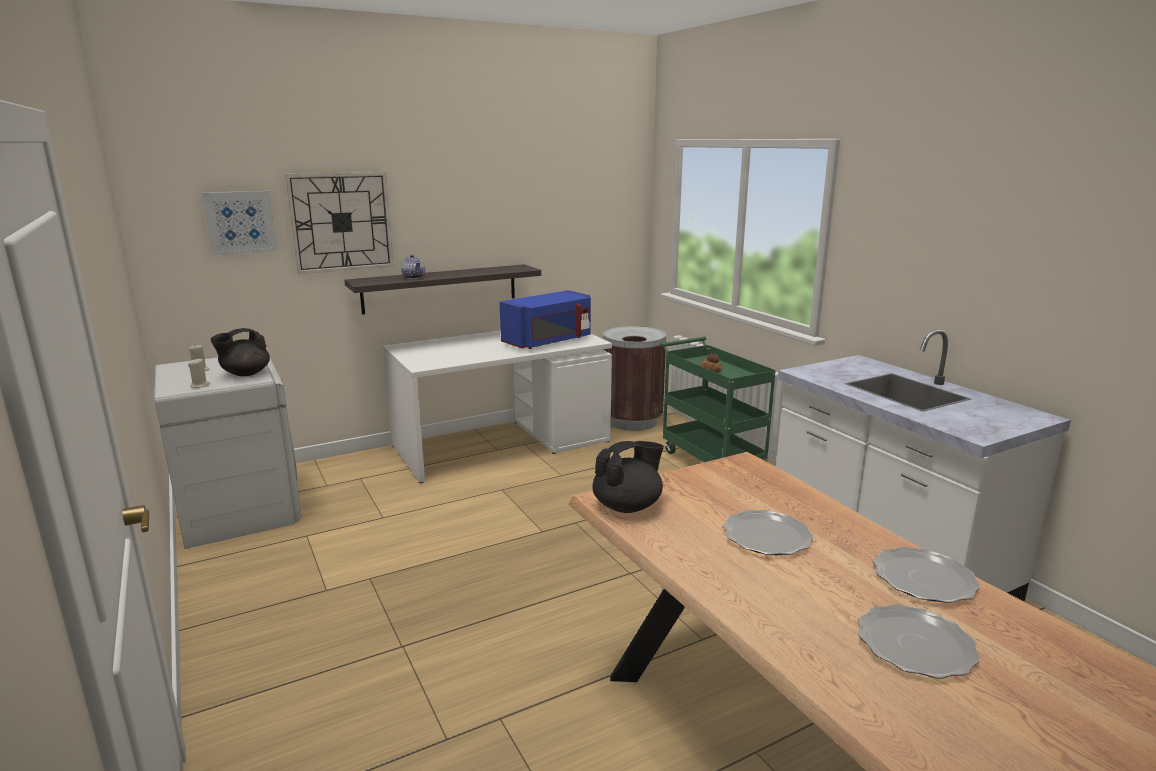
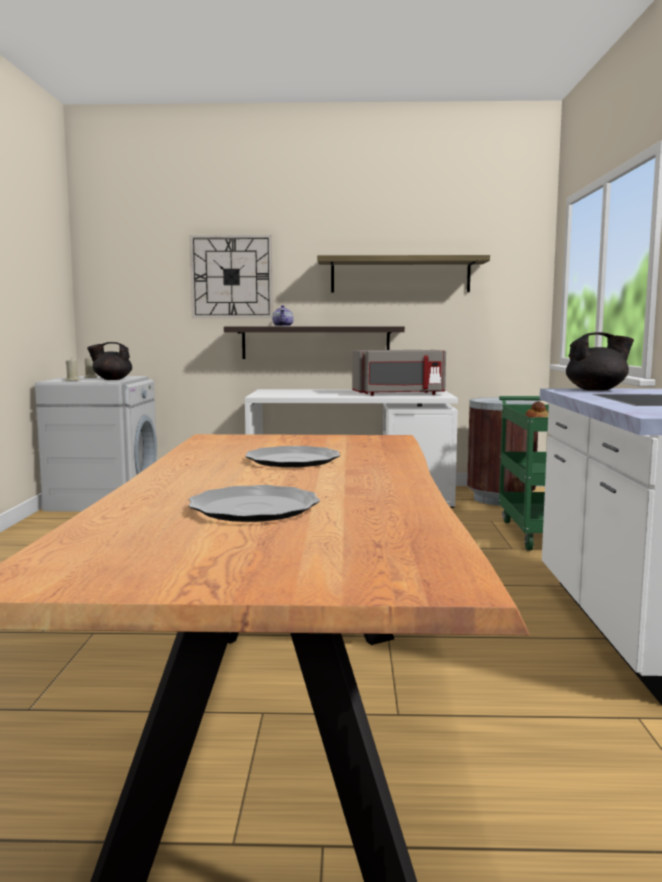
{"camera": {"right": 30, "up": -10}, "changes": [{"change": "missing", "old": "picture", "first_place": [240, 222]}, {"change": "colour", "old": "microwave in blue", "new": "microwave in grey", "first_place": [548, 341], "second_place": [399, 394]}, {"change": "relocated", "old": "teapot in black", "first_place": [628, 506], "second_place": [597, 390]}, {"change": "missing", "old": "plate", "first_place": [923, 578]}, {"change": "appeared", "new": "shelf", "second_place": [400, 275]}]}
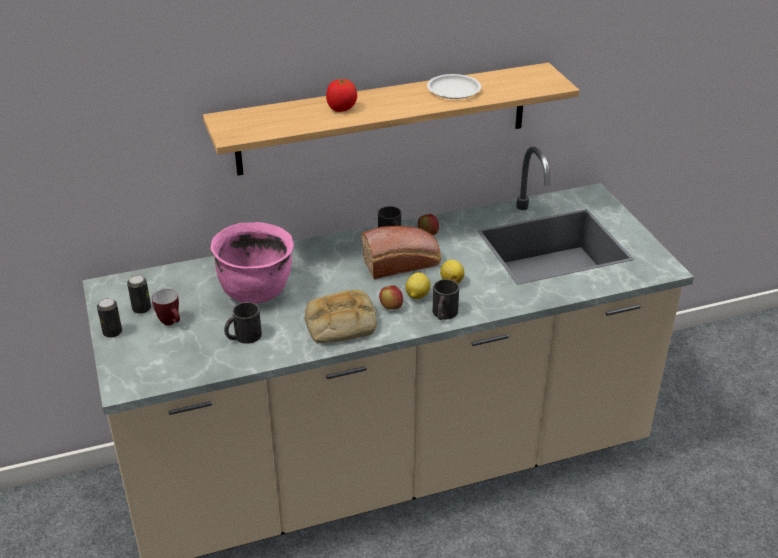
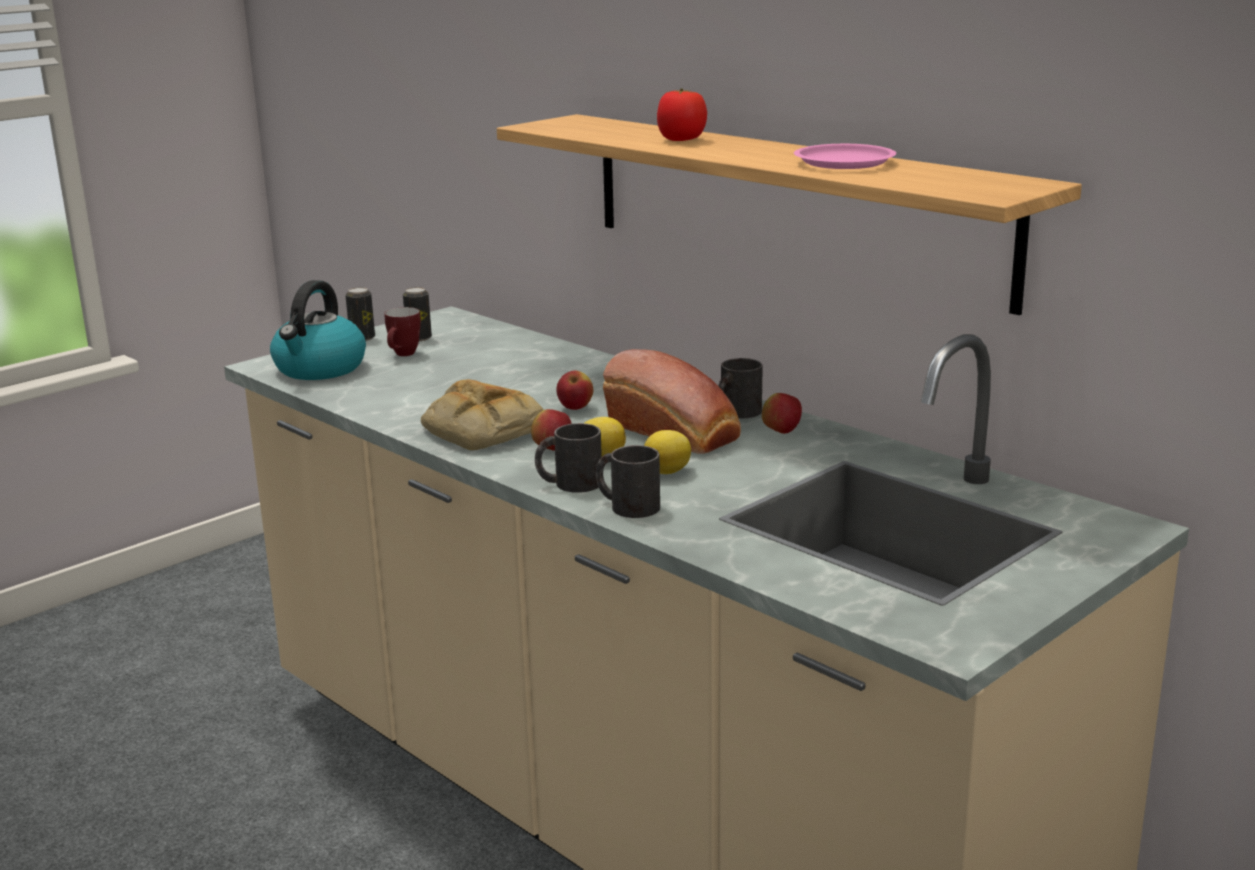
{"camera": {"right": 65, "up": -15}, "changes": [{"change": "colour", "old": "plate in white", "new": "plate in pink", "first_place": [453, 90], "second_place": [843, 163]}, {"change": "missing", "old": "cooking pot in pink", "first_place": [256, 291]}, {"change": "relocated", "old": "mug in black", "first_place": [243, 337], "second_place": [626, 505]}, {"change": "appeared", "new": "kettle", "second_place": [320, 369]}, {"change": "appeared", "new": "apple", "second_place": [575, 408]}]}
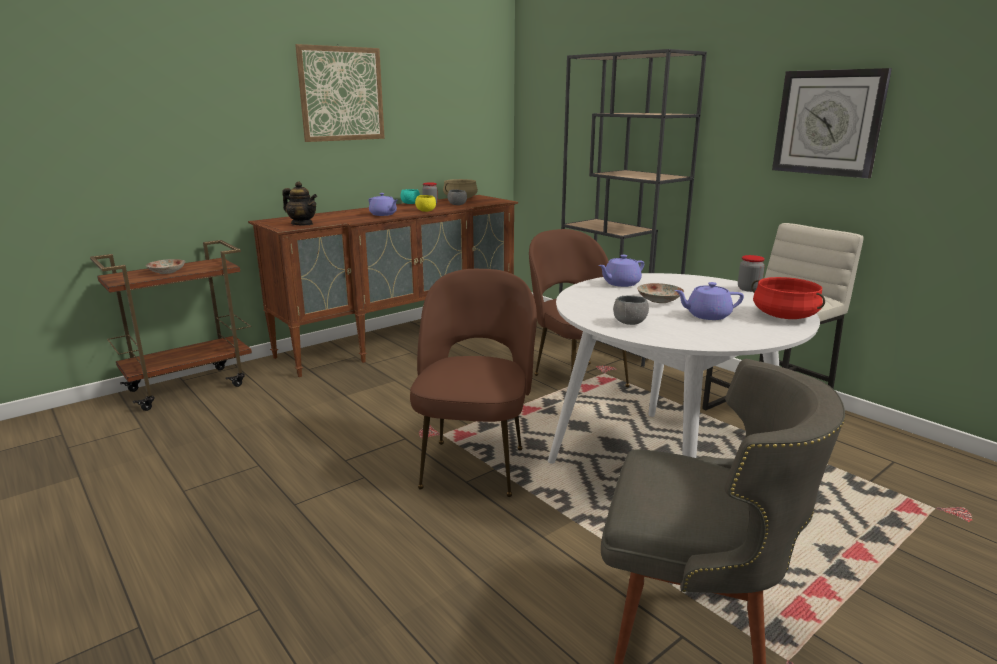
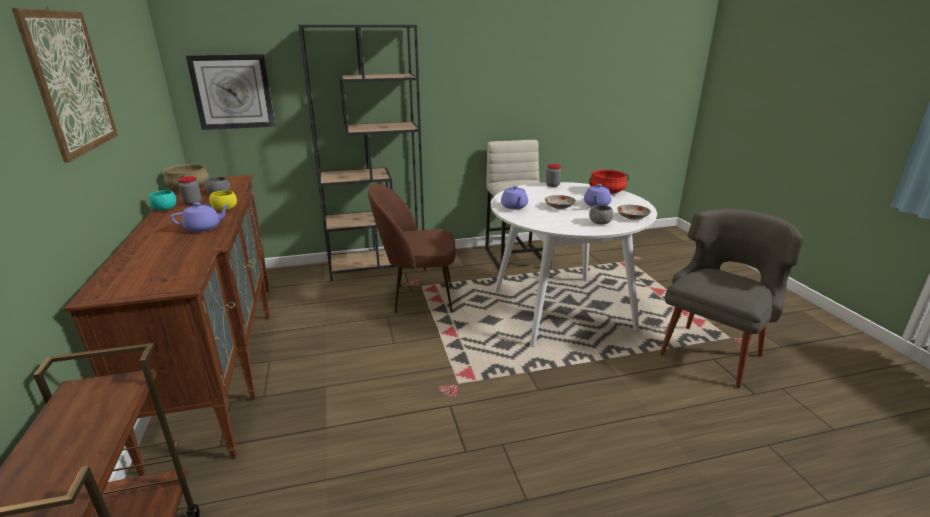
{"camera": {"right": -65, "up": 5}, "changes": [{"change": "relocated", "old": "wall clock", "first_place": [828, 123], "second_place": [232, 92]}, {"change": "missing", "old": "teapot", "first_place": [302, 224]}, {"change": "relocated", "old": "plate", "first_place": [167, 272], "second_place": [632, 217]}, {"change": "missing", "old": "chair in brown", "first_place": [475, 462]}]}
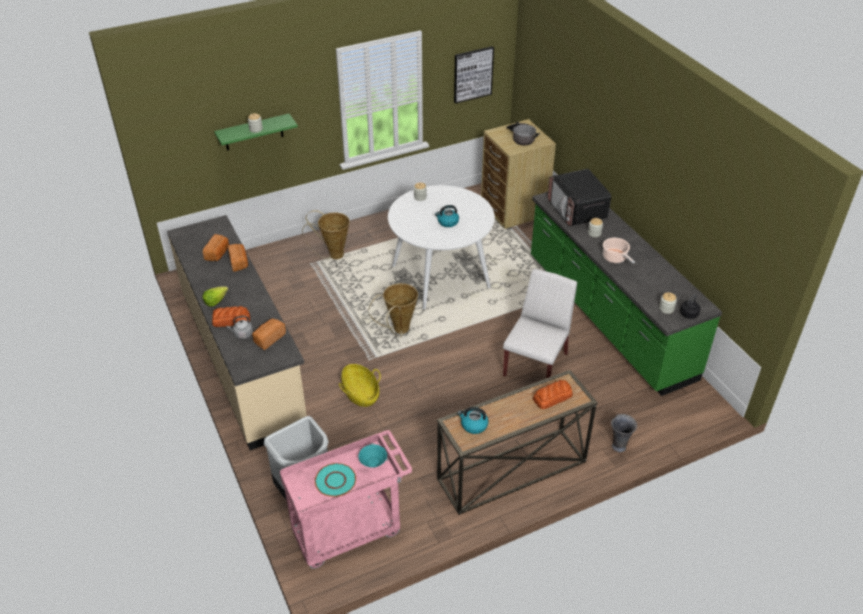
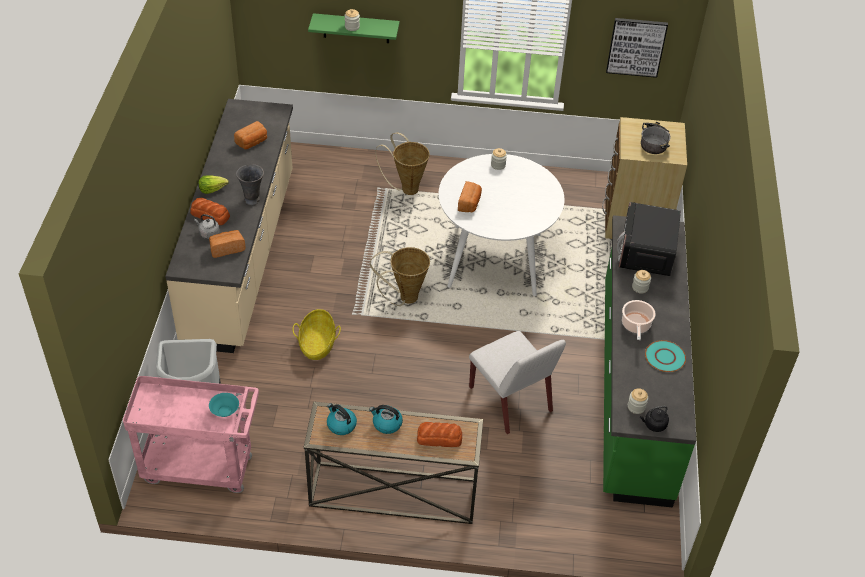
{"camera": {"right": 30, "up": 5}, "changes": [{"change": "relocated", "old": "kettle", "first_place": [447, 222], "second_place": [386, 424]}, {"change": "relocated", "old": "bread", "first_place": [239, 262], "second_place": [469, 203]}, {"change": "spun", "old": "chair in white", "first_place": [536, 364], "second_place": [511, 400], "degrees": 90}, {"change": "relocated", "old": "vase in grey", "first_place": [619, 446], "second_place": [253, 200]}, {"change": "relocated", "old": "plate in turquoise", "first_place": [335, 480], "second_place": [665, 357]}]}
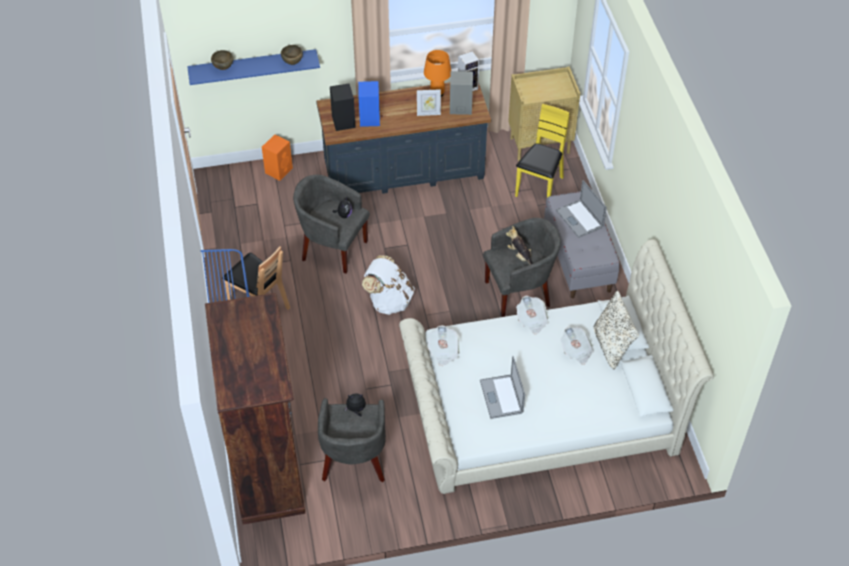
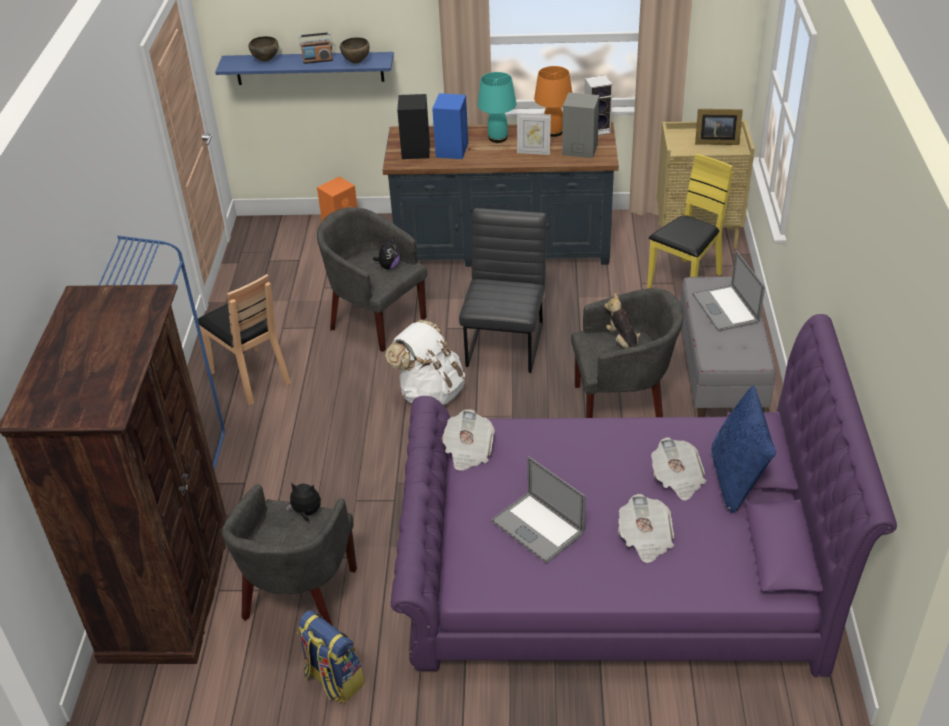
{"camera": {"right": 15, "up": -10}, "changes": [{"change": "colour", "old": "bed in beige", "new": "bed in purple", "first_place": [542, 404], "second_place": [616, 562]}, {"change": "colour", "old": "pillow in beige", "new": "pillow in blue", "first_place": [611, 347], "second_place": [736, 482]}, {"change": "relocated", "old": "newspaper", "first_place": [532, 320], "second_place": [645, 539]}, {"change": "spun", "old": "laptop", "first_place": [501, 396], "second_place": [537, 527], "degrees": -45}, {"change": "appeared", "new": "radio", "second_place": [317, 60]}, {"change": "appeared", "new": "table lamp in turquoise", "second_place": [498, 138]}, {"change": "appeared", "new": "picture frame", "second_place": [715, 141]}, {"change": "appeared", "new": "chair in grey", "second_place": [506, 342]}, {"change": "appeared", "new": "backpack", "second_place": [333, 679]}]}
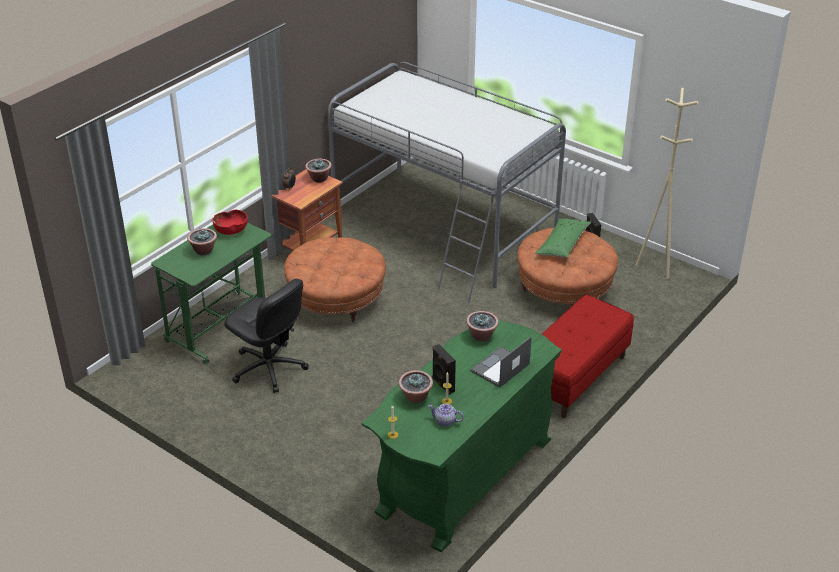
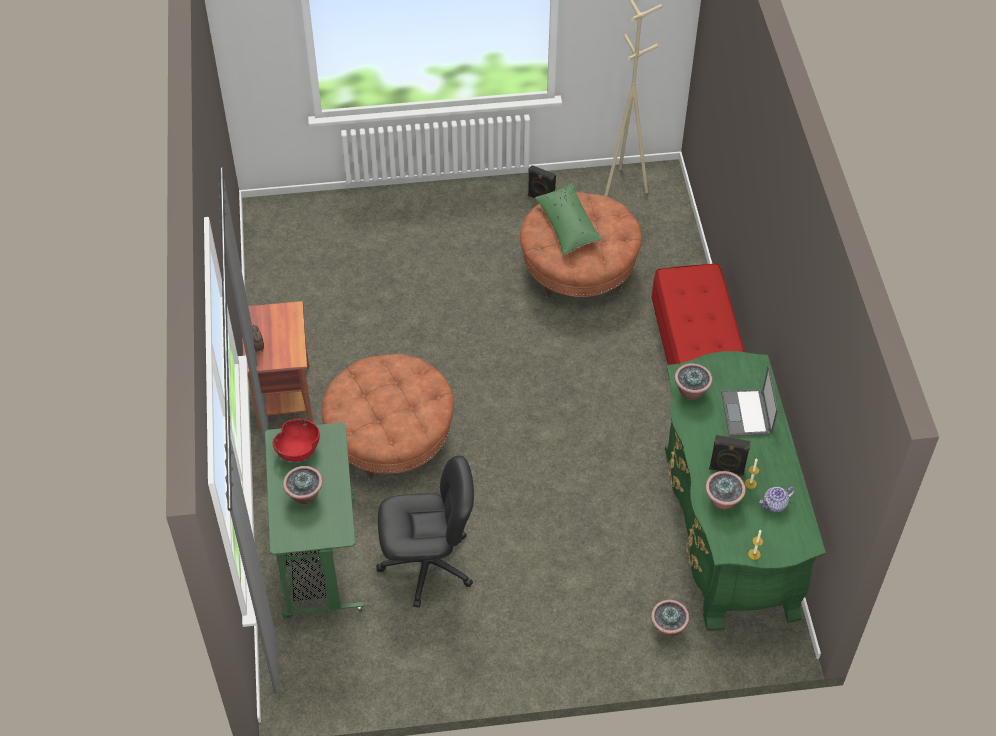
{"camera": {"right": -45, "up": 15}, "changes": [{"change": "missing", "old": "bed in grey", "first_place": [444, 227]}, {"change": "relocated", "old": "potted plant", "first_place": [319, 179], "second_place": [668, 627]}]}
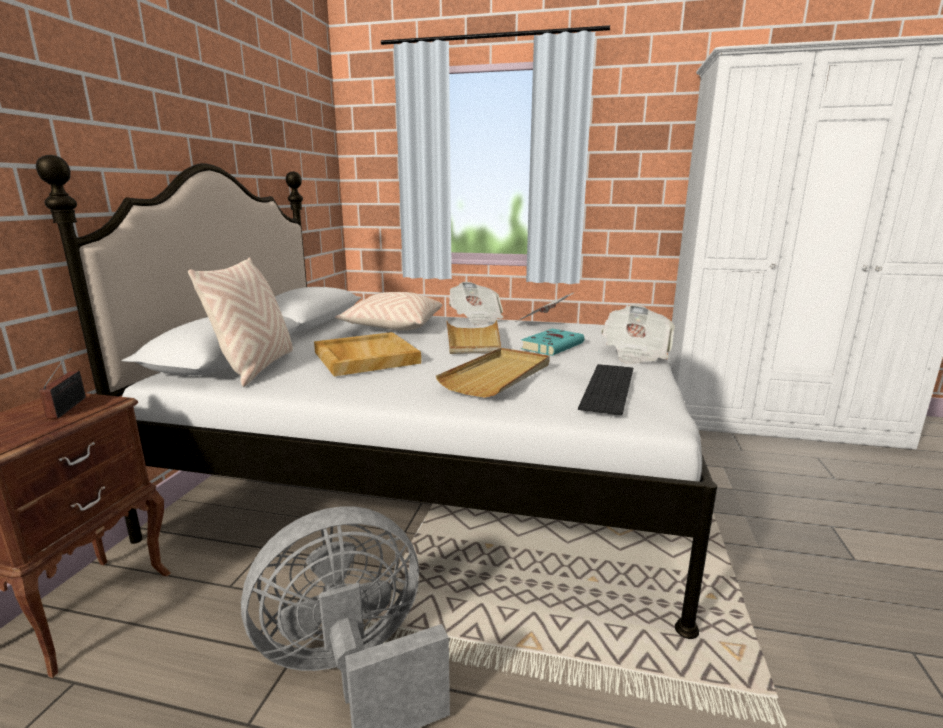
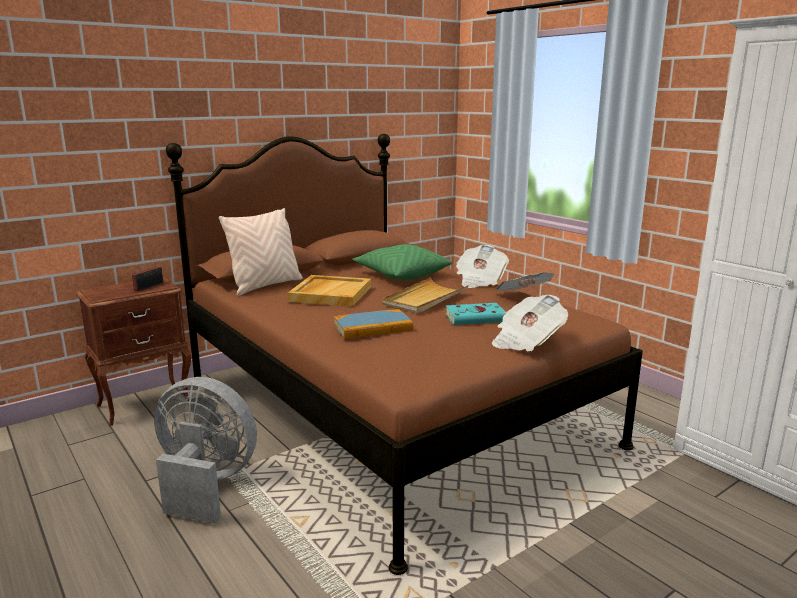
{"camera": {"right": 40, "up": 0}, "changes": [{"change": "colour", "old": "bed in white", "new": "bed in brown", "first_place": [435, 480], "second_place": [389, 410]}, {"change": "colour", "old": "pillow in beige", "new": "pillow in green", "first_place": [393, 327], "second_place": [401, 275]}, {"change": "exchanged", "old": "tray in beige", "new": "book", "first_place": [498, 375], "second_place": [373, 327]}, {"change": "missing", "old": "keyboard", "first_place": [608, 387]}]}
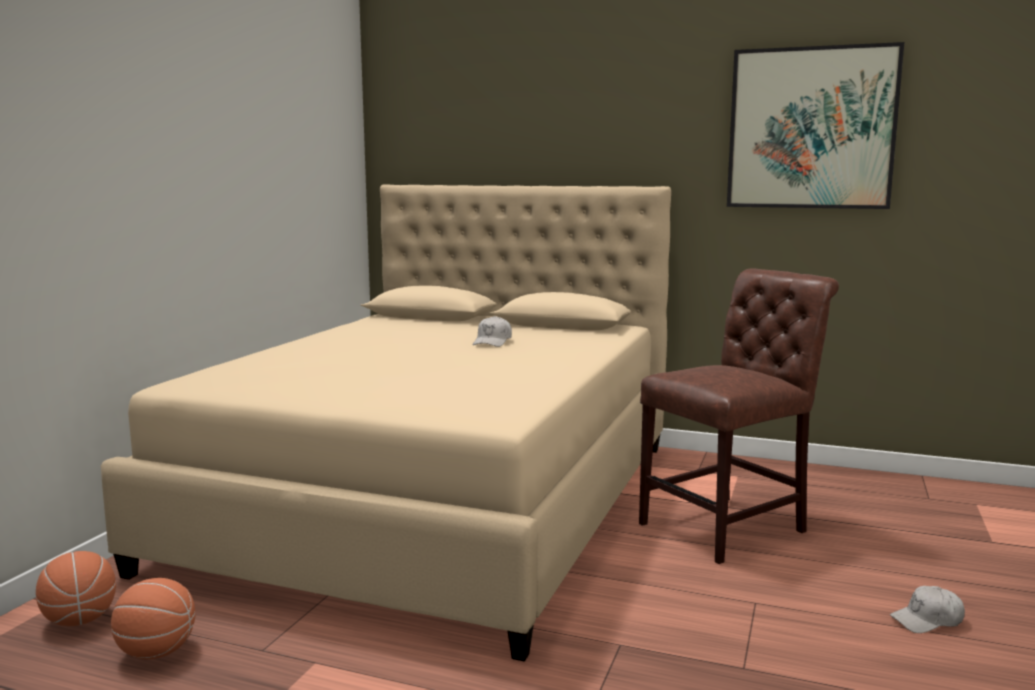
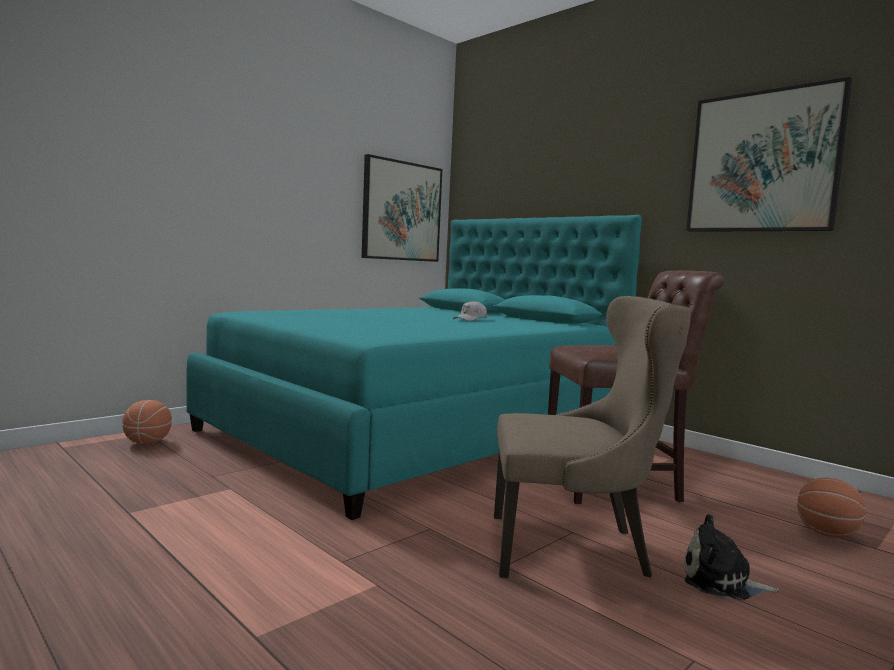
{"camera": {"right": 25, "up": -5}, "changes": [{"change": "colour", "old": "bed in beige", "new": "bed in turquoise", "first_place": [439, 502], "second_place": [418, 431]}, {"change": "relocated", "old": "basketball", "first_place": [156, 652], "second_place": [826, 534]}, {"change": "exchanged", "old": "cap in white", "new": "plush toy", "first_place": [927, 620], "second_place": [721, 582]}, {"change": "appeared", "new": "picture", "second_place": [401, 211]}, {"change": "appeared", "new": "chair in beige", "second_place": [574, 548]}]}
